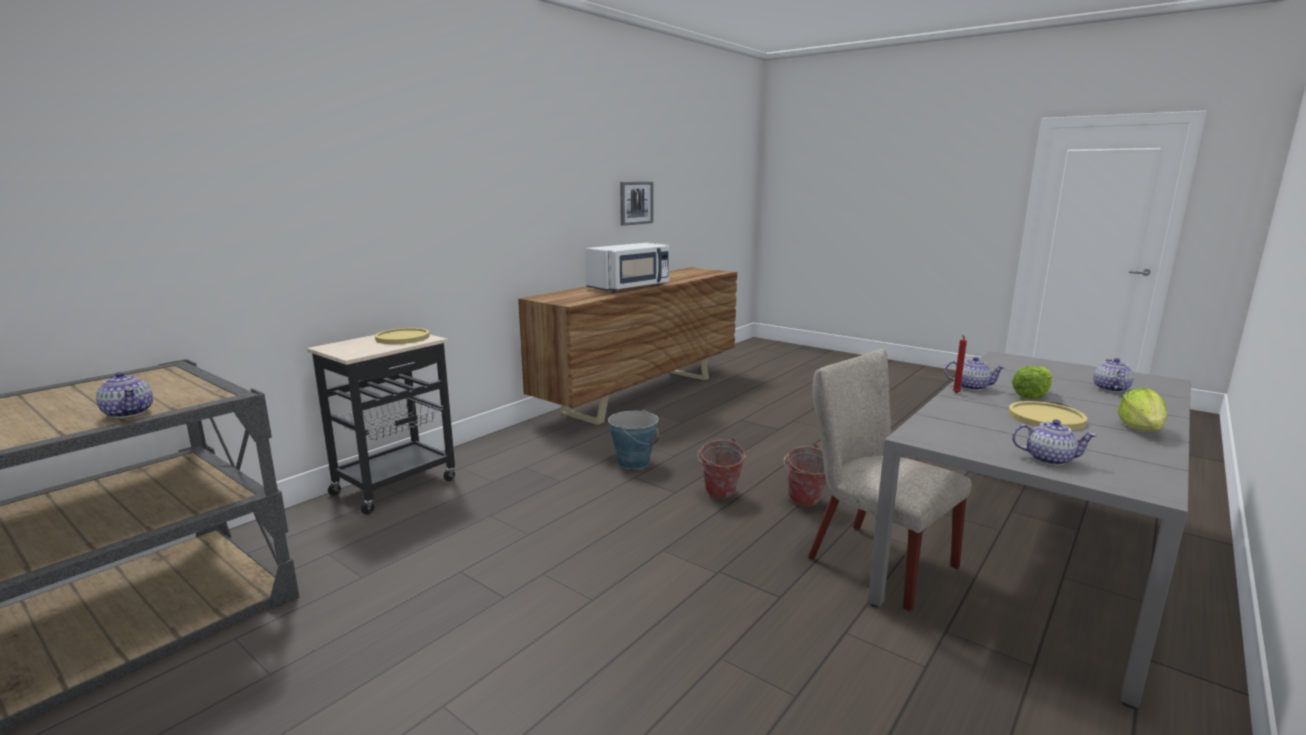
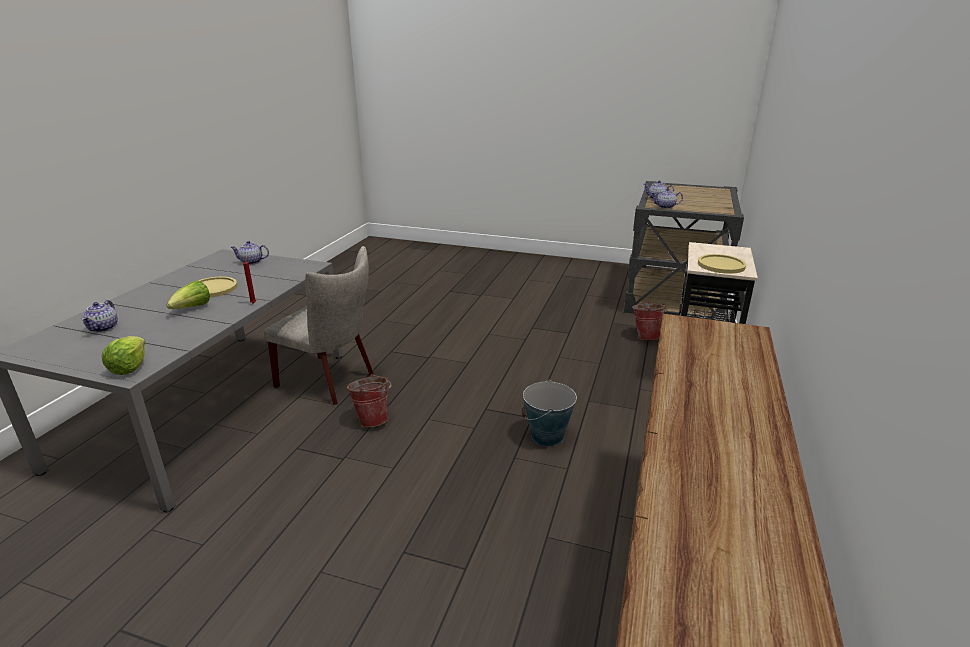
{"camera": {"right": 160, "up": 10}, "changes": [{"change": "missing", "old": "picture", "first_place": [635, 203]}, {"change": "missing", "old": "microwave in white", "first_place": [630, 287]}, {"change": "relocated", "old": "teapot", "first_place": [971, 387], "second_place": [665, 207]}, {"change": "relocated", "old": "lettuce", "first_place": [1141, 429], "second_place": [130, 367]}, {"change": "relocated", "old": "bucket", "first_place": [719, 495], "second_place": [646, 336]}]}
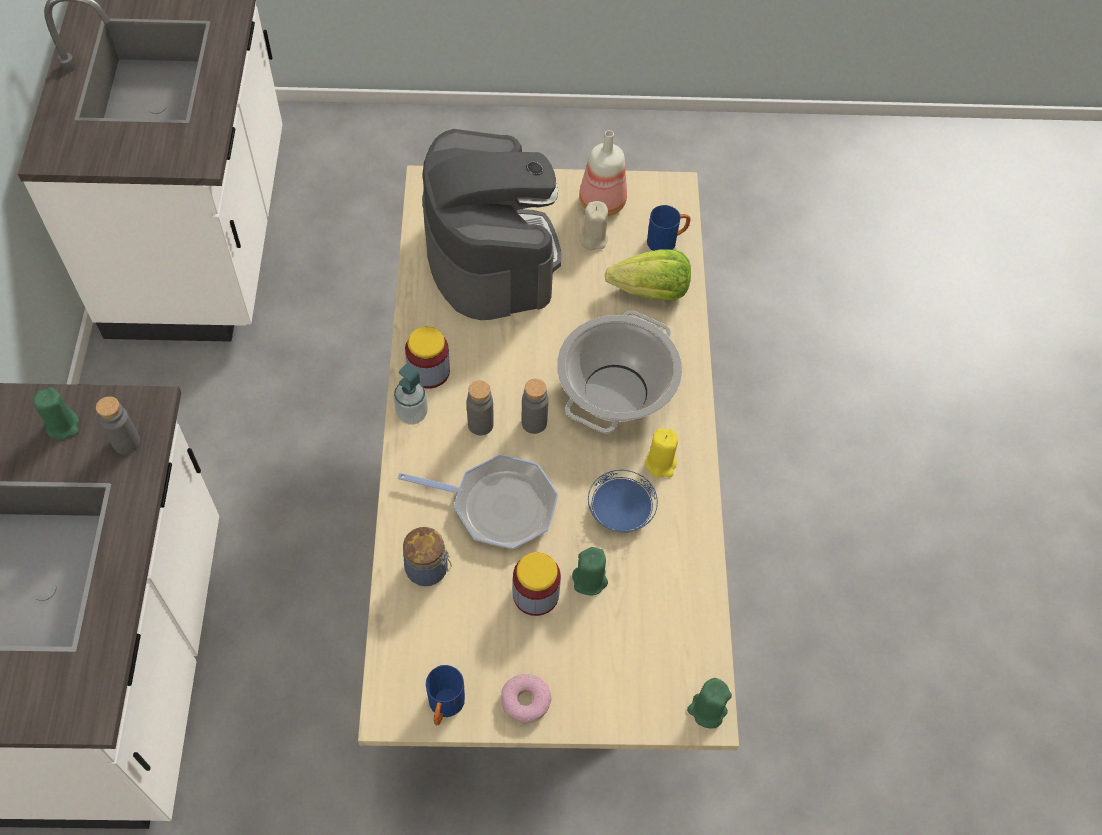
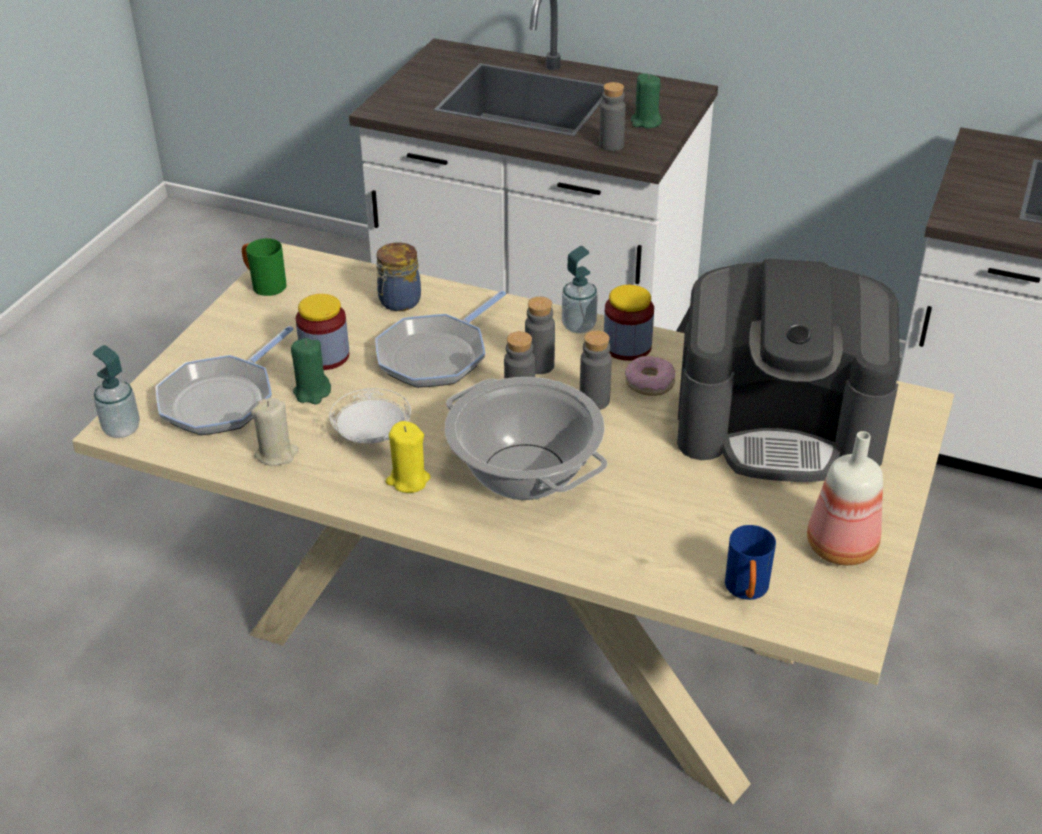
{"camera": {"right": 115, "up": -20}, "changes": [{"change": "relocated", "old": "candle in beige", "first_place": [593, 239], "second_place": [276, 454]}, {"change": "missing", "old": "lettuce", "first_place": [651, 292]}, {"change": "colour", "old": "plate in blue", "new": "plate in white", "first_place": [621, 511], "second_place": [371, 434]}, {"change": "colour", "old": "mug in blue", "new": "mug in green", "first_place": [444, 707], "second_place": [264, 285]}, {"change": "relocated", "old": "donut", "first_place": [525, 701], "second_place": [650, 383]}, {"change": "exchanged", "old": "candle in green", "new": "soap dispenser", "first_place": [707, 710], "second_place": [121, 429]}, {"change": "appeared", "new": "frying pan", "second_place": [221, 399]}, {"change": "appeared", "new": "bottle in grey", "second_place": [594, 401]}]}
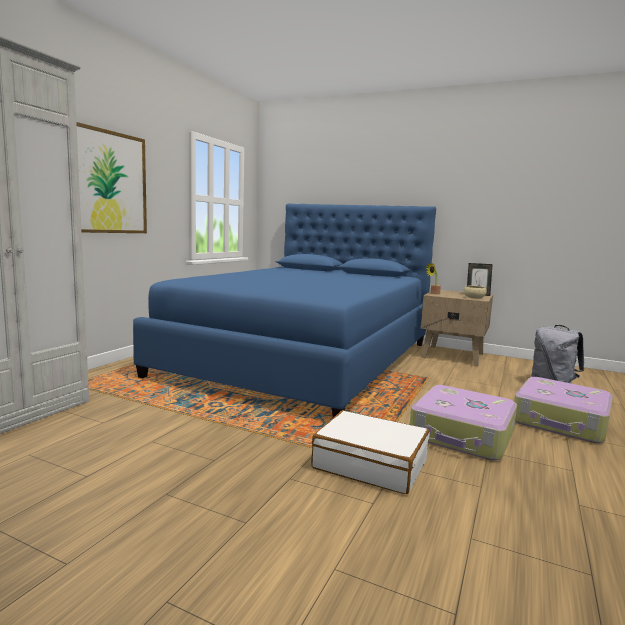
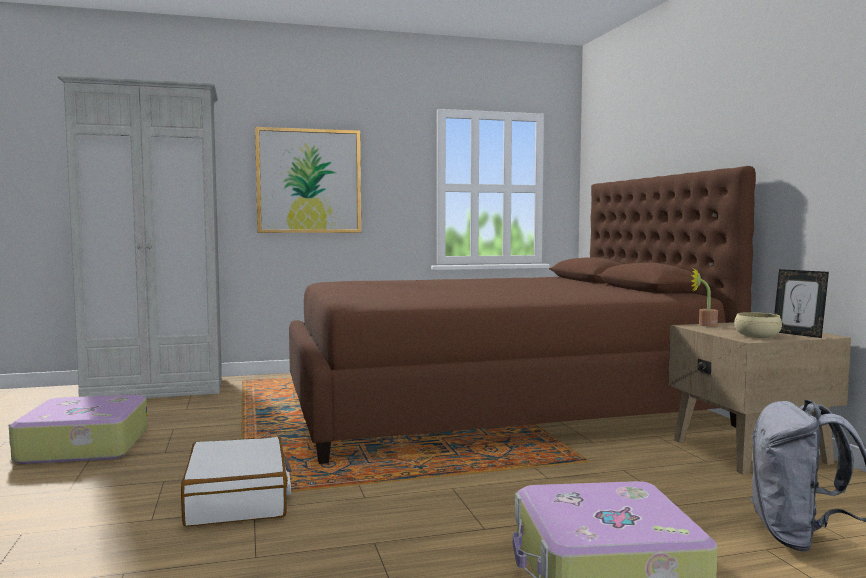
{"camera": {"right": 50, "up": -5}, "changes": [{"change": "colour", "old": "bed in blue", "new": "bed in brown", "first_place": [304, 358], "second_place": [495, 404]}, {"change": "relocated", "old": "suitcase", "first_place": [462, 435], "second_place": [82, 446]}]}
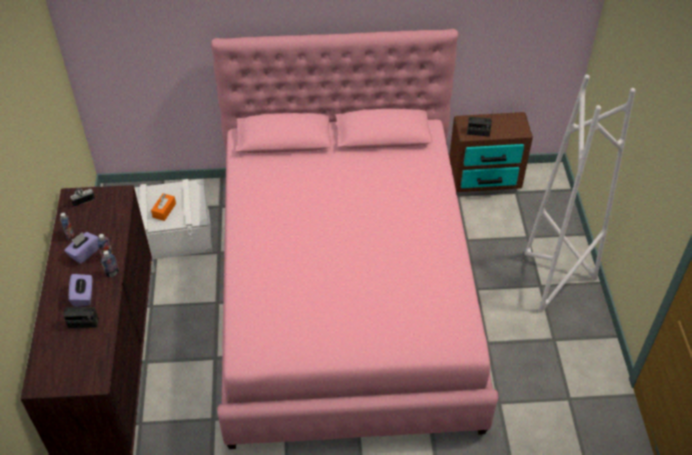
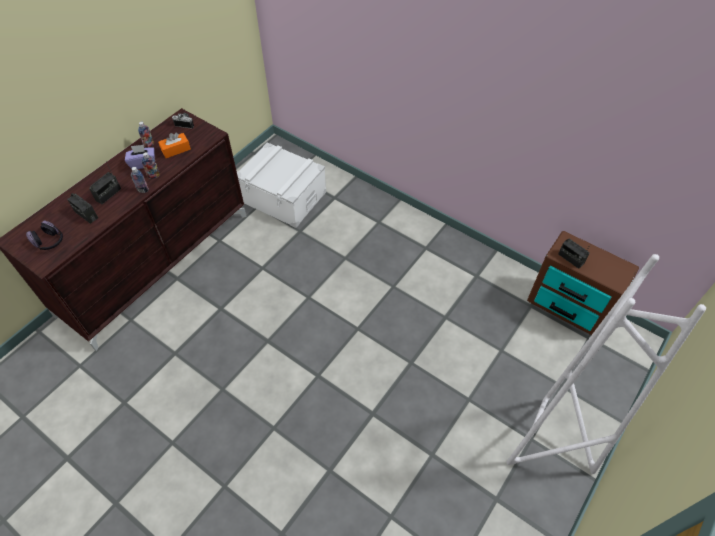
{"camera": {"right": 40, "up": 5}, "changes": [{"change": "missing", "old": "bed in pink", "first_place": [346, 293]}, {"change": "relocated", "old": "tissue box in orange", "first_place": [164, 210], "second_place": [176, 149]}, {"change": "exchanged", "old": "tissue box in purple", "new": "radio", "first_place": [83, 296], "second_place": [108, 194]}, {"change": "appeared", "new": "headphones", "second_place": [49, 242]}]}
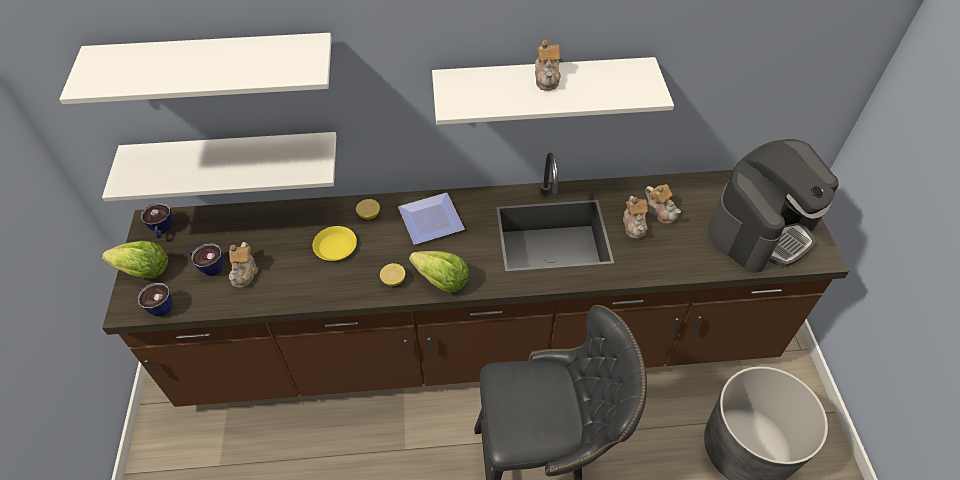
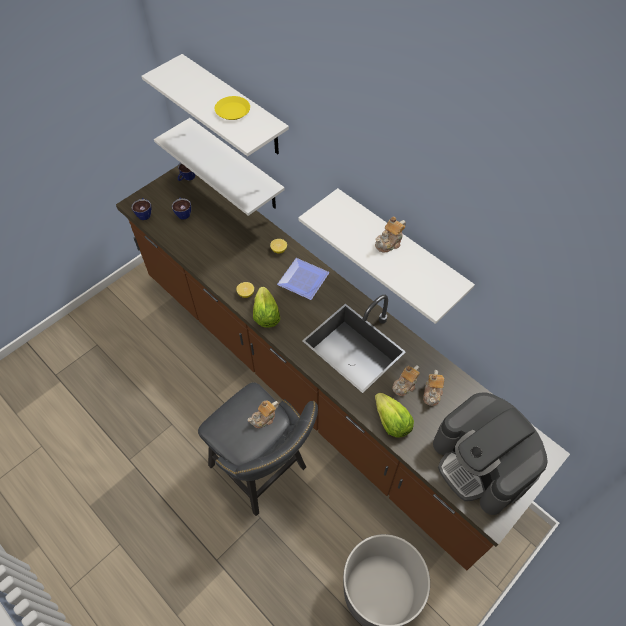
{"camera": {"right": 50, "up": 5}, "changes": [{"change": "spun", "old": "coffee machine", "first_place": [761, 228], "second_place": [480, 464], "degrees": 45}, {"change": "relocated", "old": "plate in yellow", "first_place": [335, 246], "second_place": [232, 111]}, {"change": "relocated", "old": "lettuce", "first_place": [143, 270], "second_place": [391, 422]}, {"change": "relocated", "old": "teapot", "first_place": [245, 273], "second_place": [264, 418]}]}
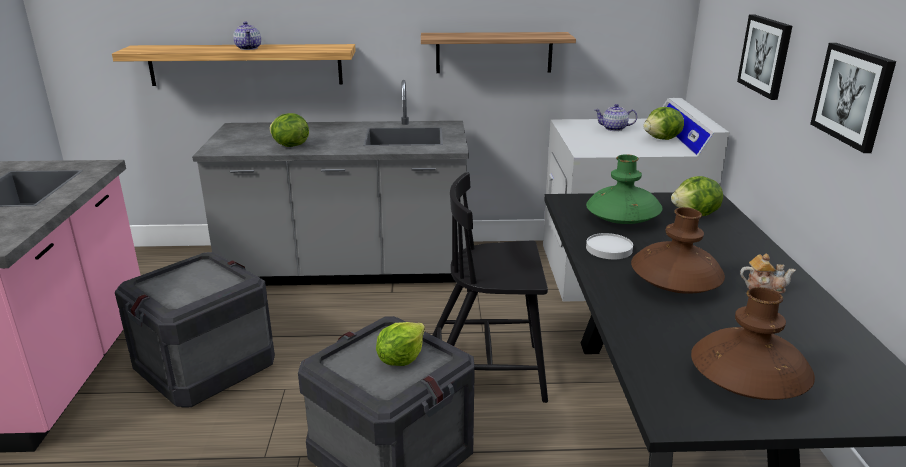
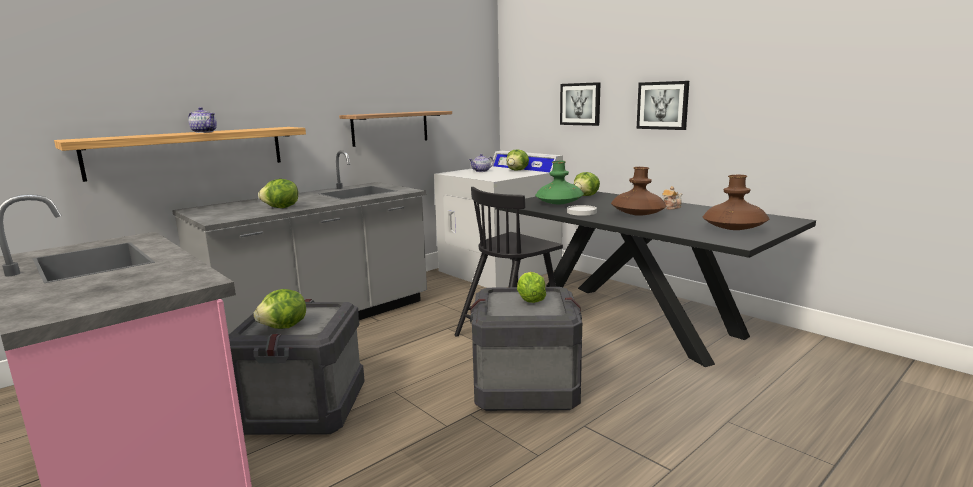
{"camera": {"right": -40, "up": -10}, "changes": [{"change": "appeared", "new": "lettuce", "second_place": [284, 327]}]}
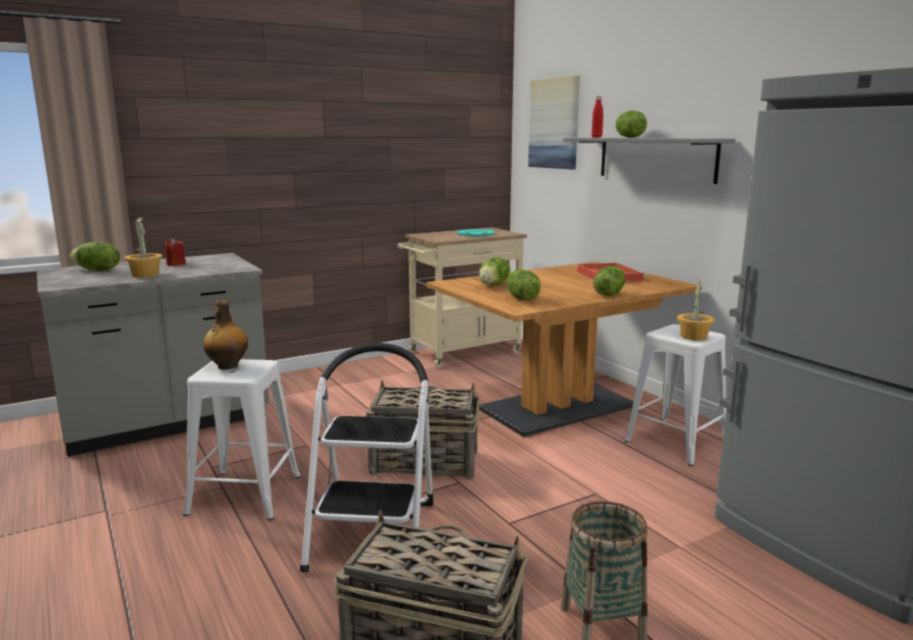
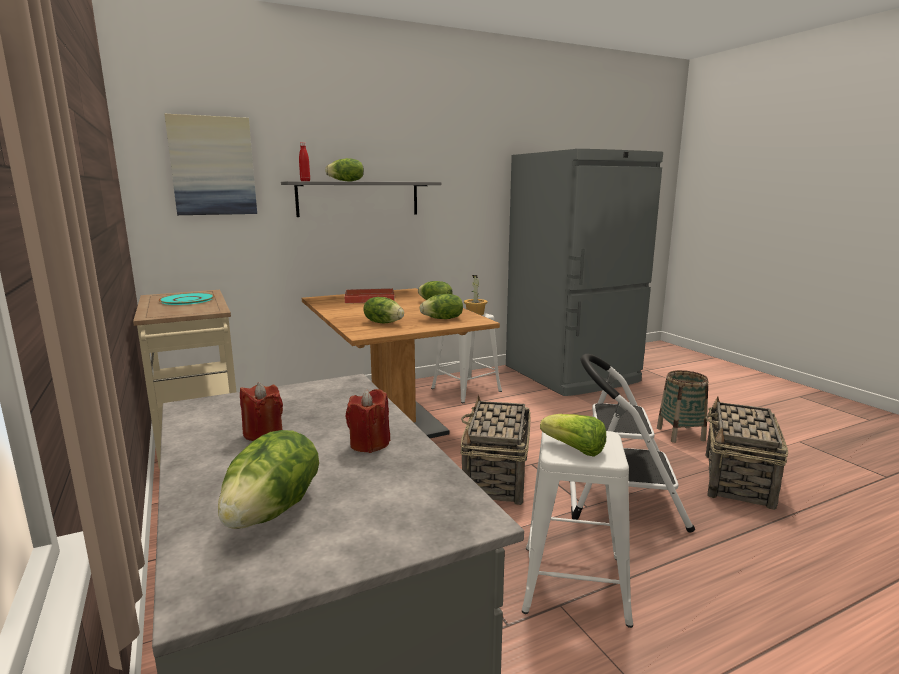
{"camera": {"right": -85, "up": 0}, "changes": [{"change": "exchanged", "old": "potted plant", "new": "candle in red", "first_place": [146, 275], "second_place": [369, 444]}, {"change": "exchanged", "old": "bottle", "new": "lettuce", "first_place": [227, 366], "second_place": [574, 449]}]}
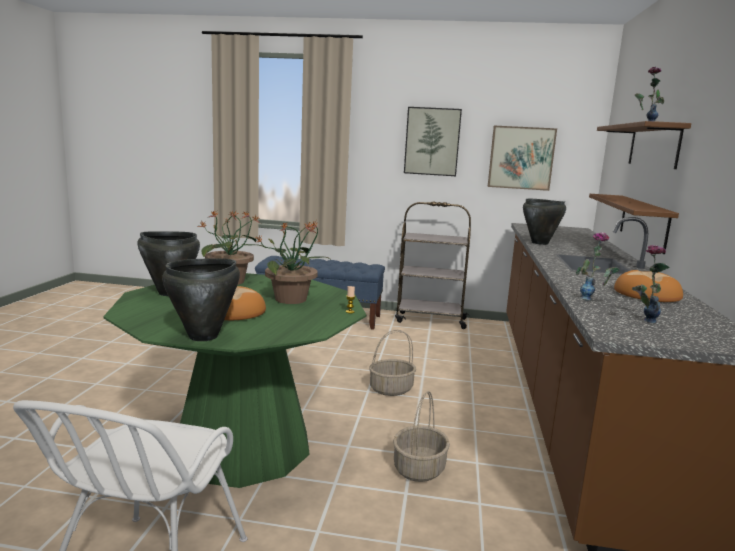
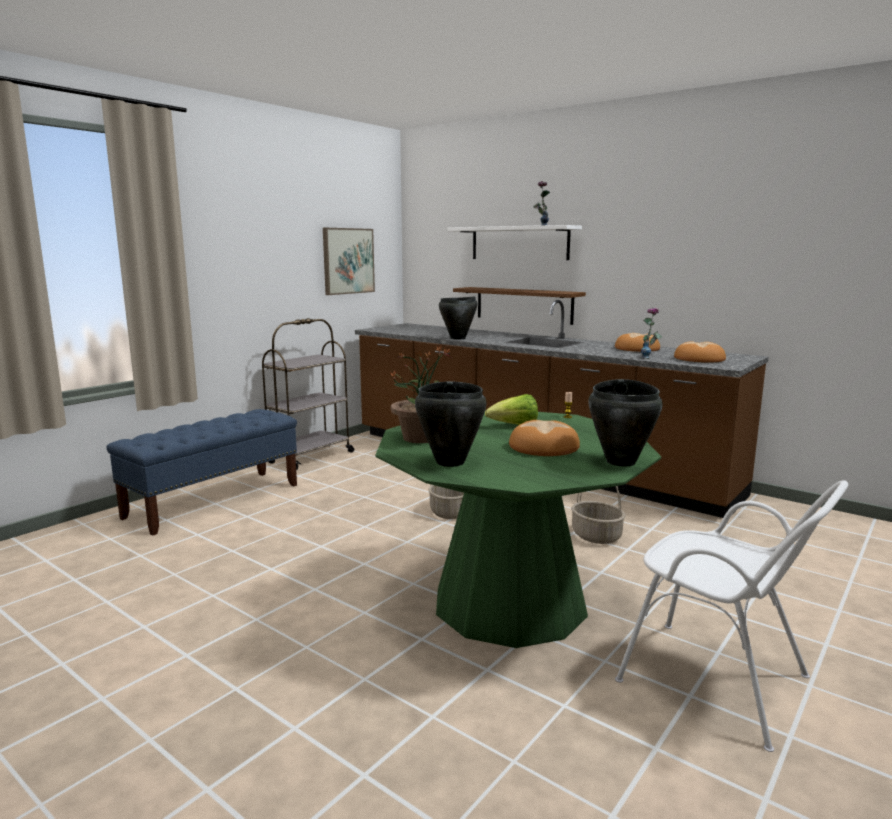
{"camera": {"right": -60, "up": 0}, "changes": [{"change": "missing", "old": "picture", "first_place": [432, 141]}, {"change": "colour", "old": "shelf in brown", "new": "shelf in white", "first_place": [653, 146], "second_place": [519, 243]}, {"change": "exchanged", "old": "potted plant", "new": "lettuce", "first_place": [292, 299], "second_place": [514, 426]}, {"change": "exchanged", "old": "vase", "new": "bread", "first_place": [642, 321], "second_place": [699, 359]}]}
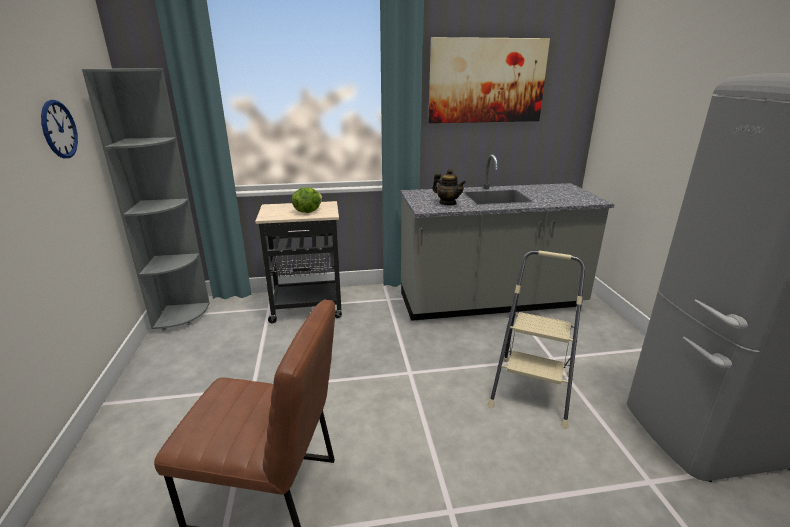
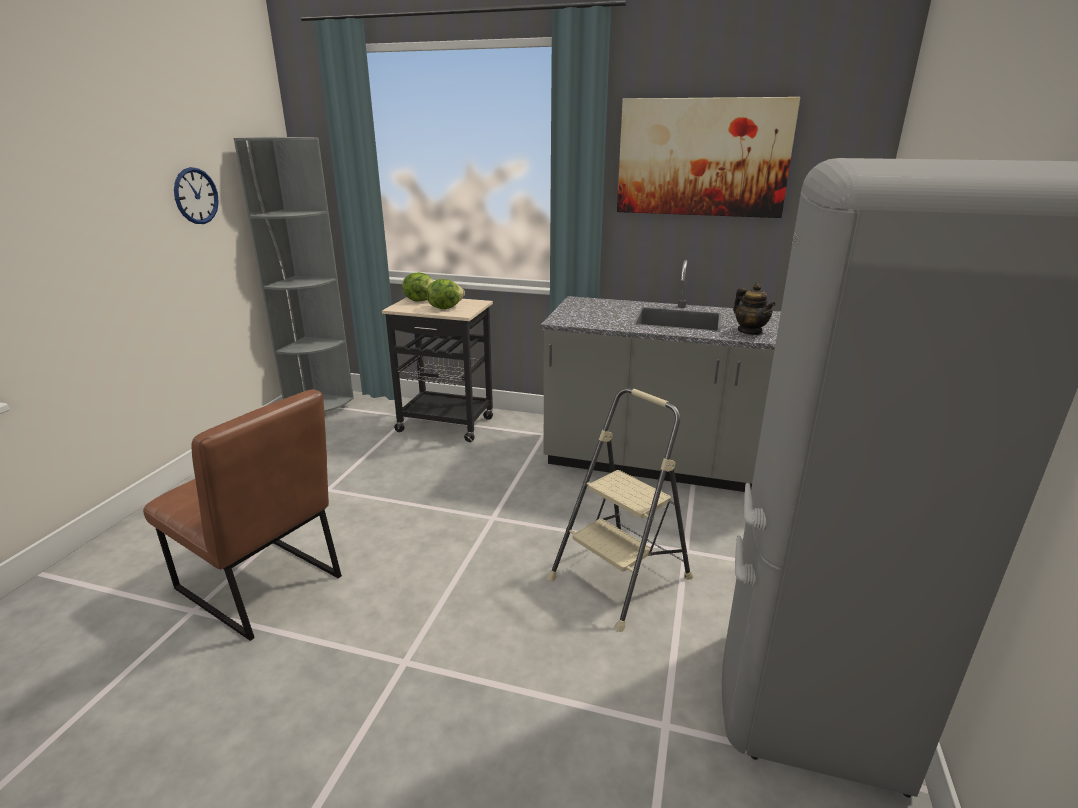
{"camera": {"right": 25, "up": 0}, "changes": [{"change": "relocated", "old": "teapot", "first_place": [448, 203], "second_place": [750, 331]}, {"change": "appeared", "new": "lettuce", "second_place": [421, 300]}]}
